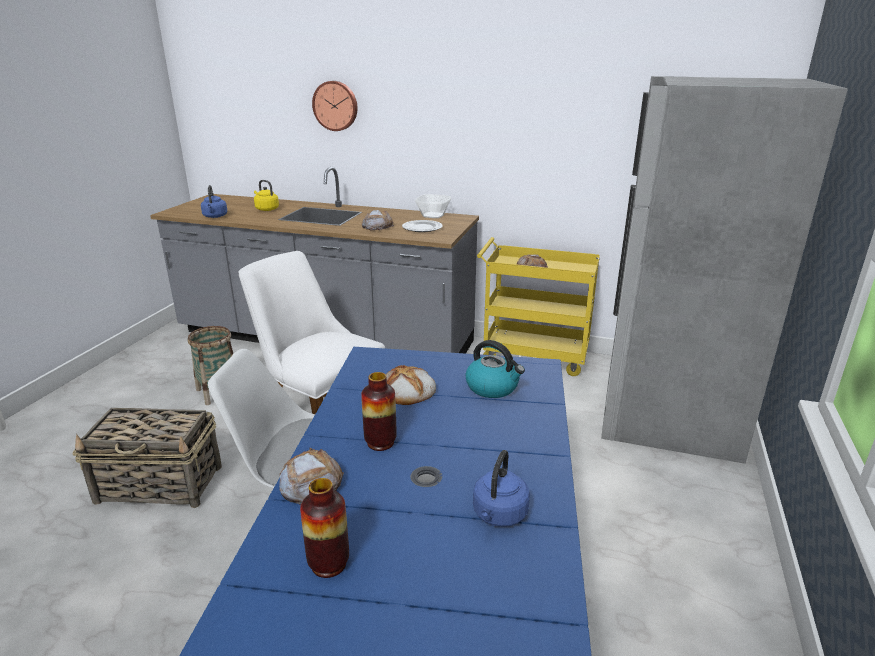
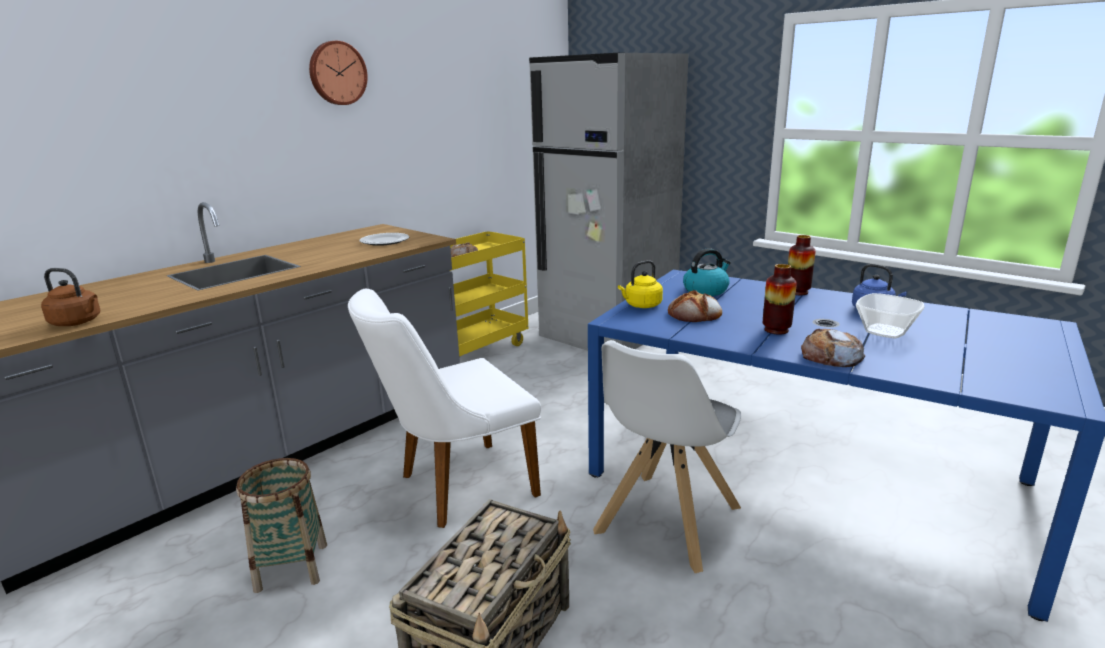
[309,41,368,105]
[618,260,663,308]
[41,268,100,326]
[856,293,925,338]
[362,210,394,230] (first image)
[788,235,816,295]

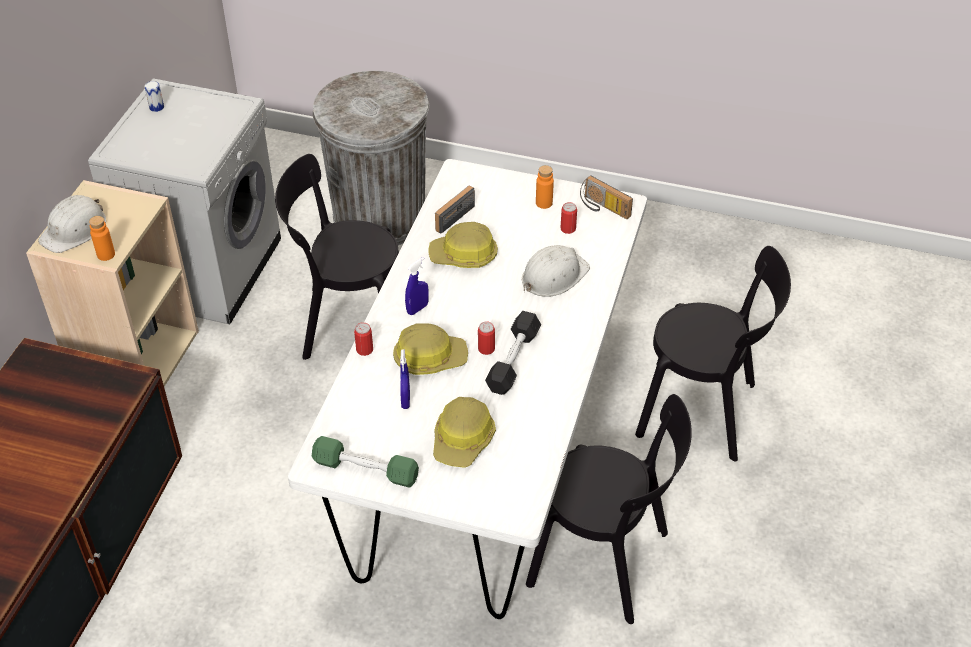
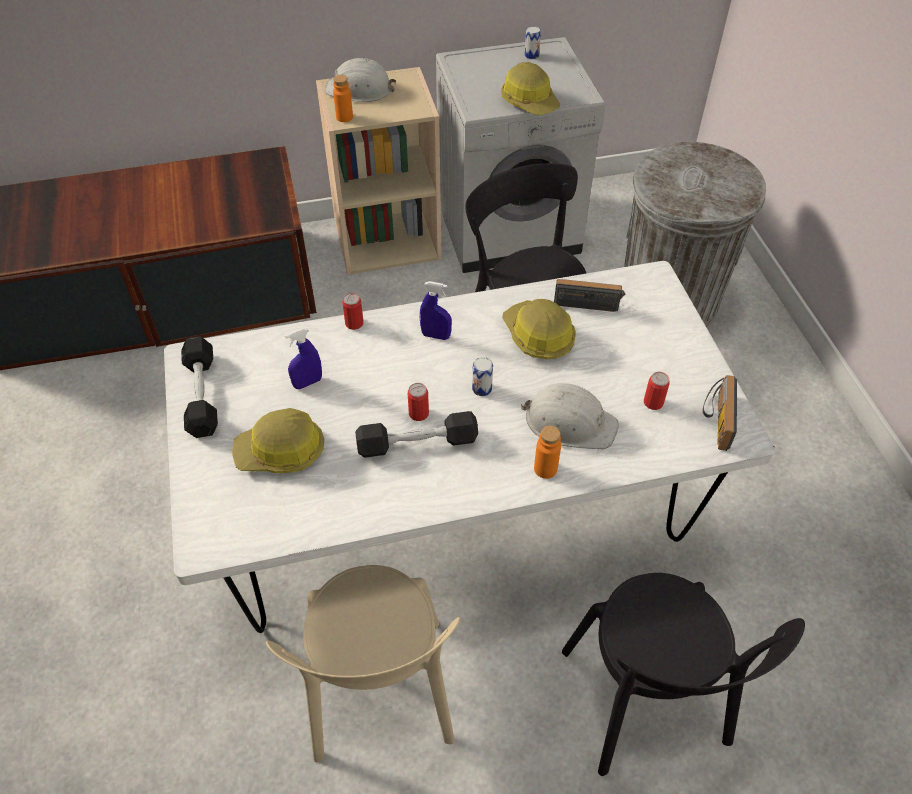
[534,425,561,479]
[501,62,560,115]
[266,565,460,762]
[181,336,218,438]
[472,357,493,396]

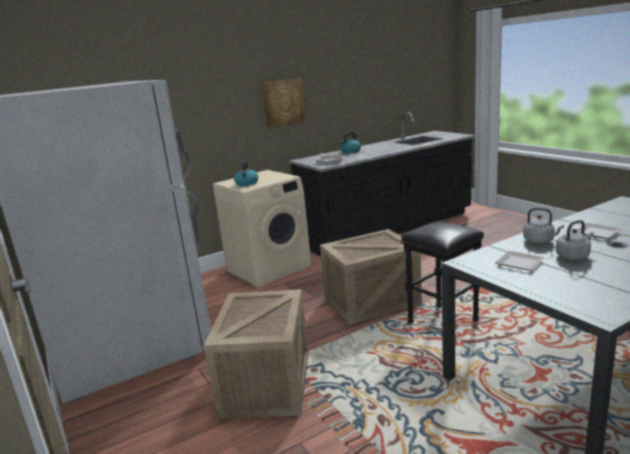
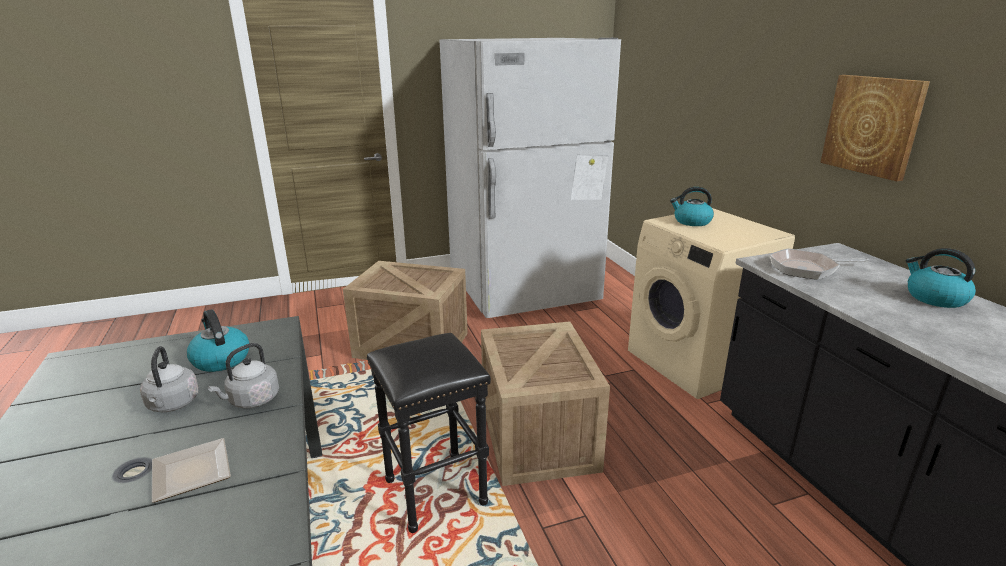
[187,309,249,372]

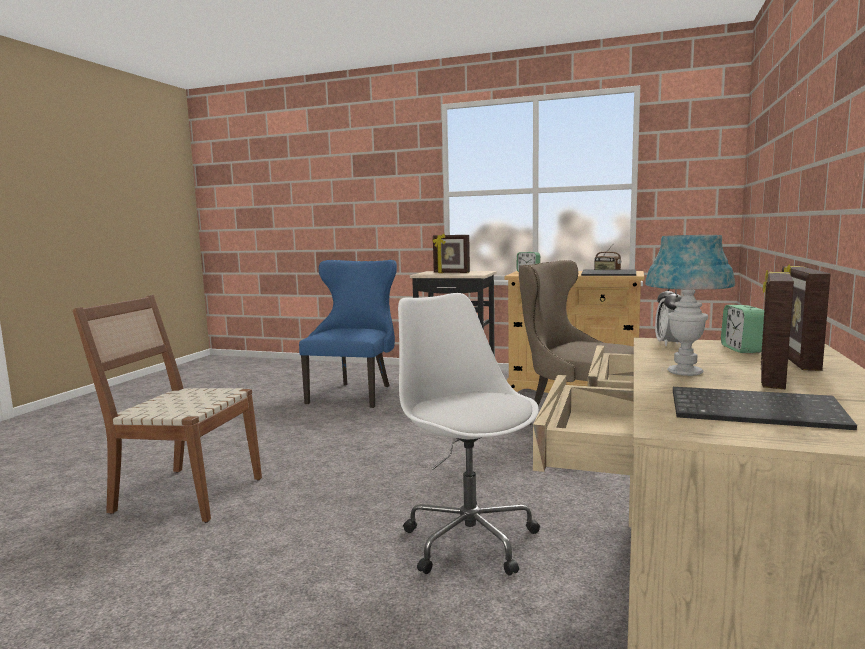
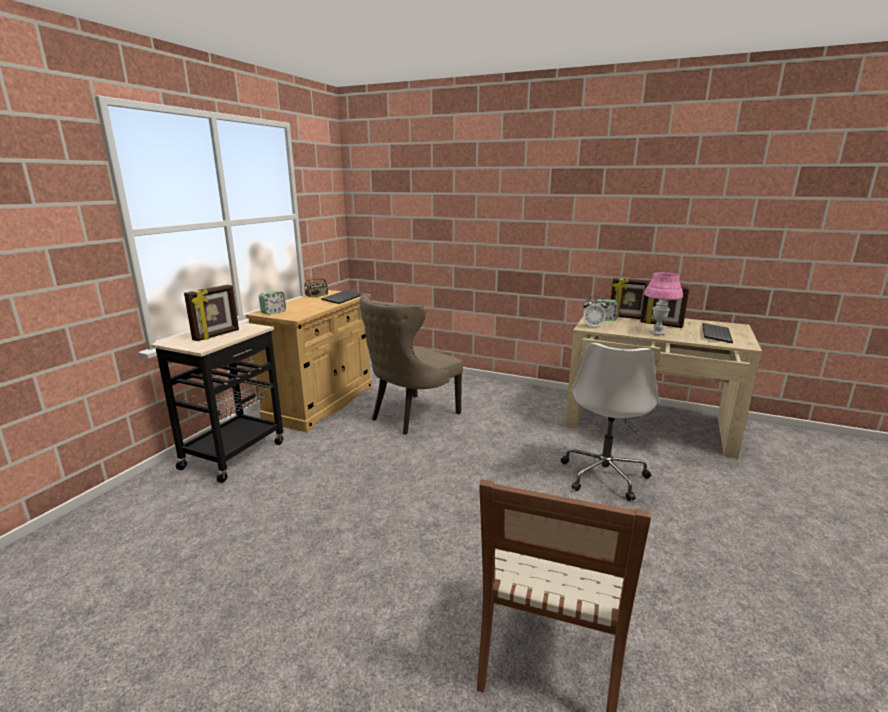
[644,272,683,335]
[299,260,397,408] (first image)
[561,343,660,501]

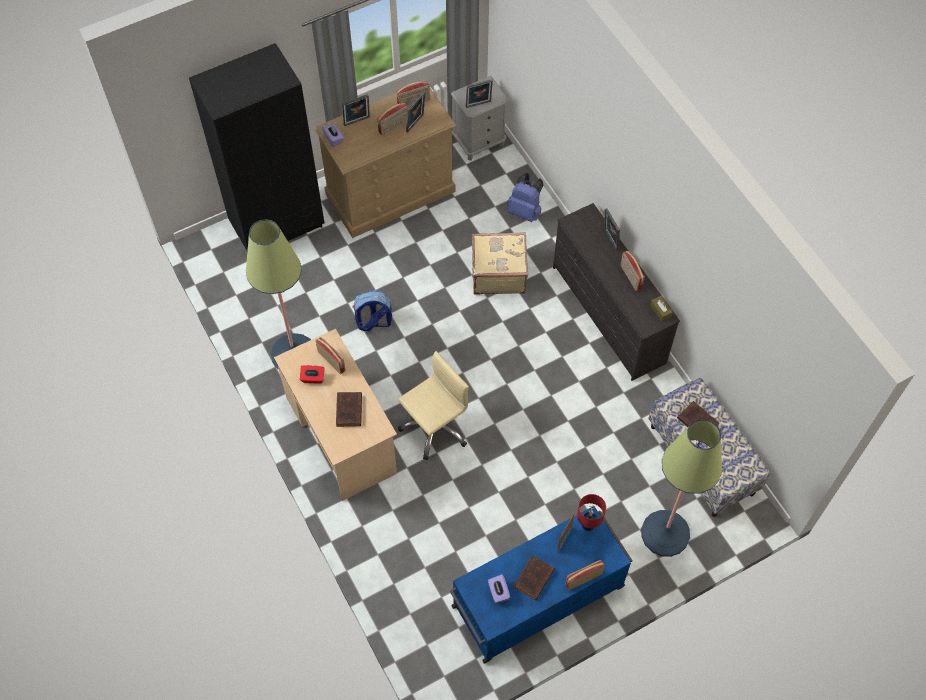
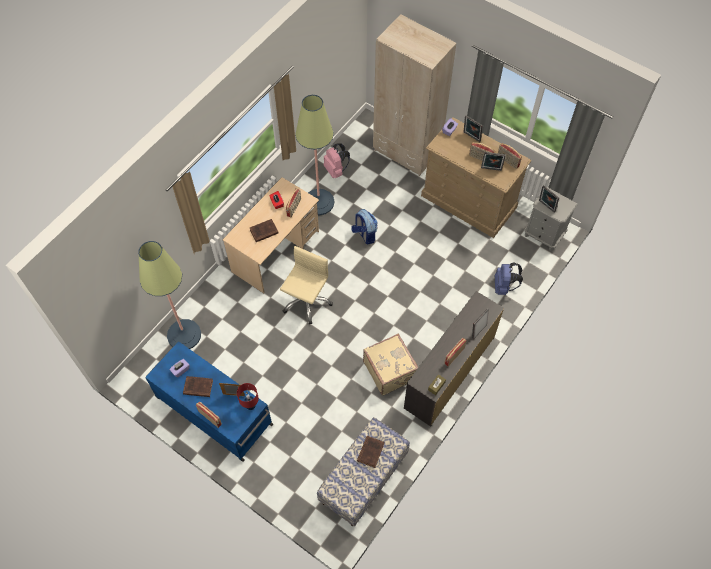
[373,14,456,176]
[363,333,418,395]
[280,246,333,324]
[138,241,201,349]
[324,143,350,178]

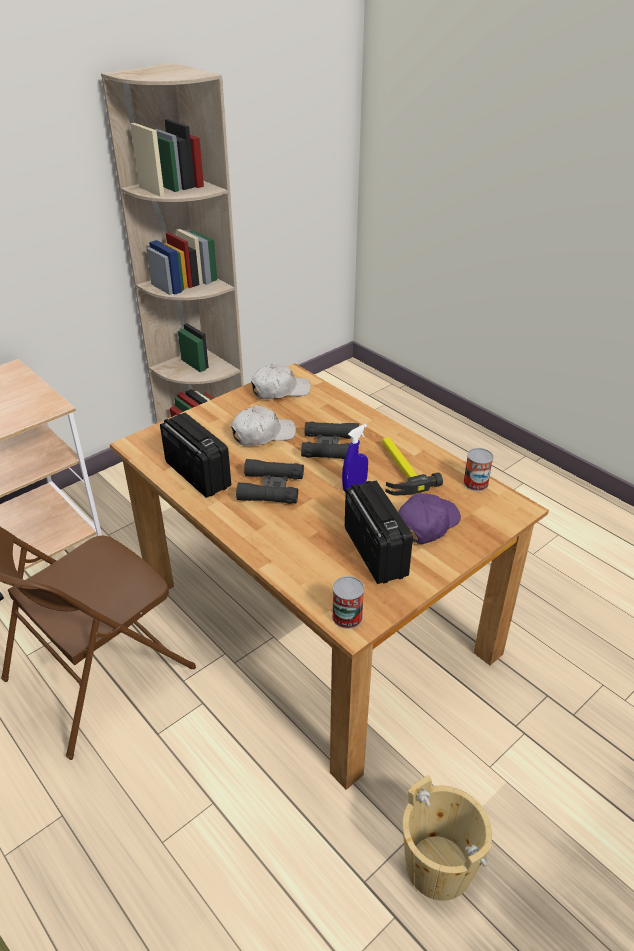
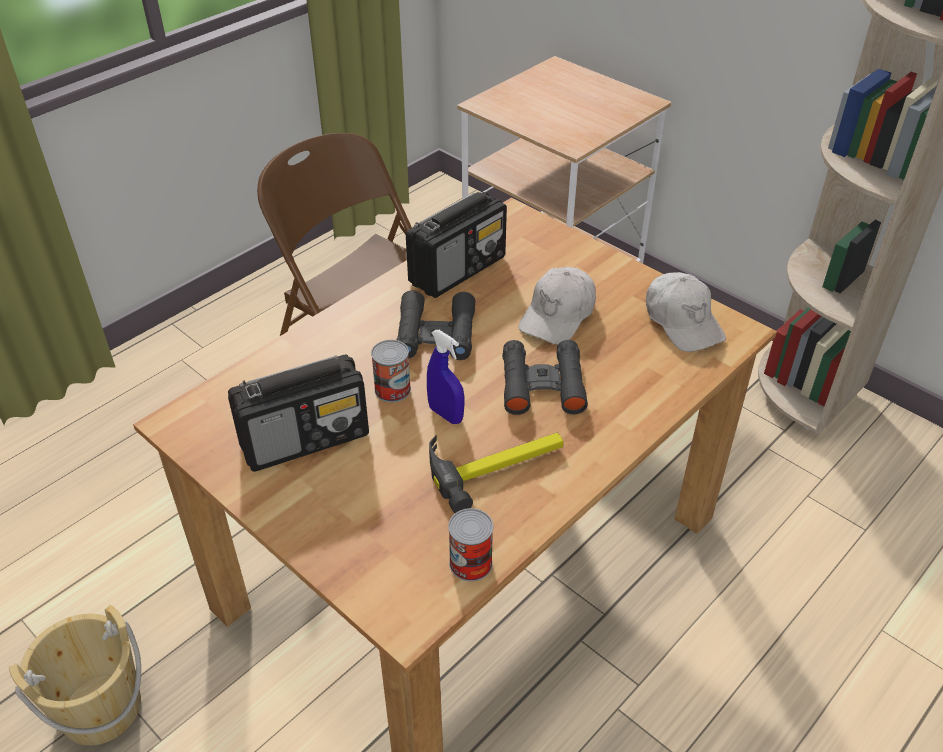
[518,267,596,345]
[398,493,461,544] (first image)
[371,340,411,402]

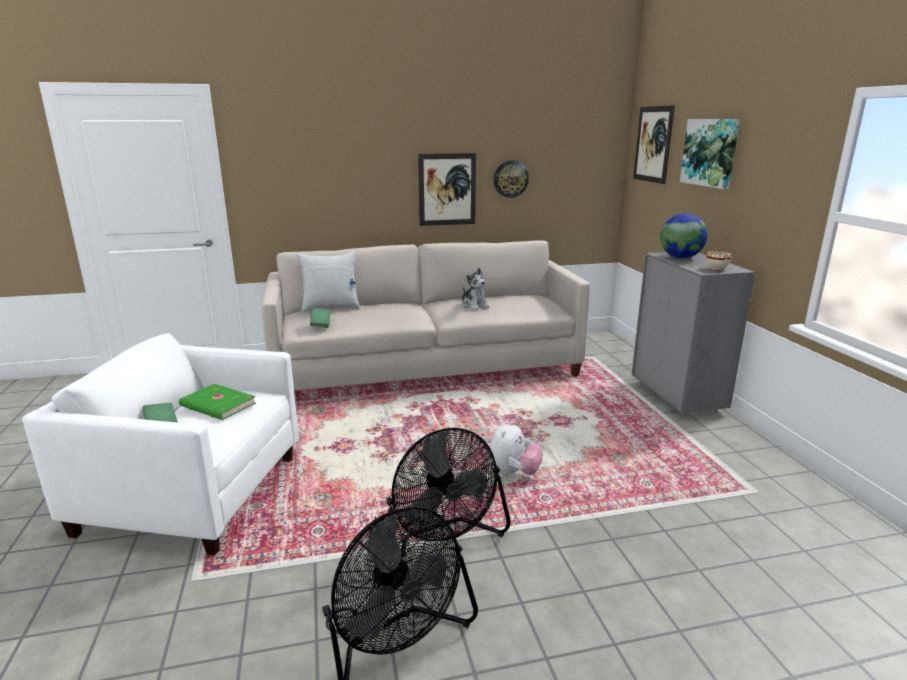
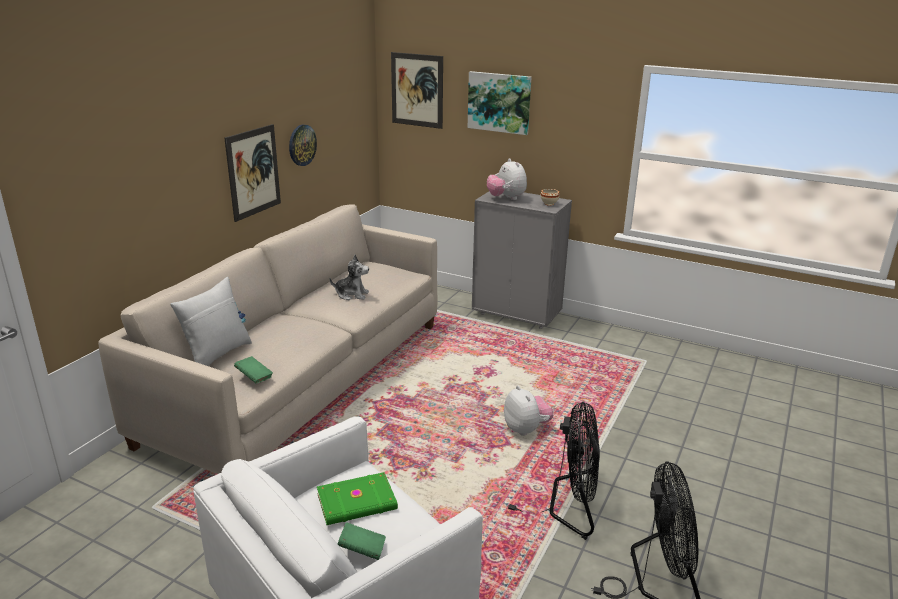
[487,158,527,200]

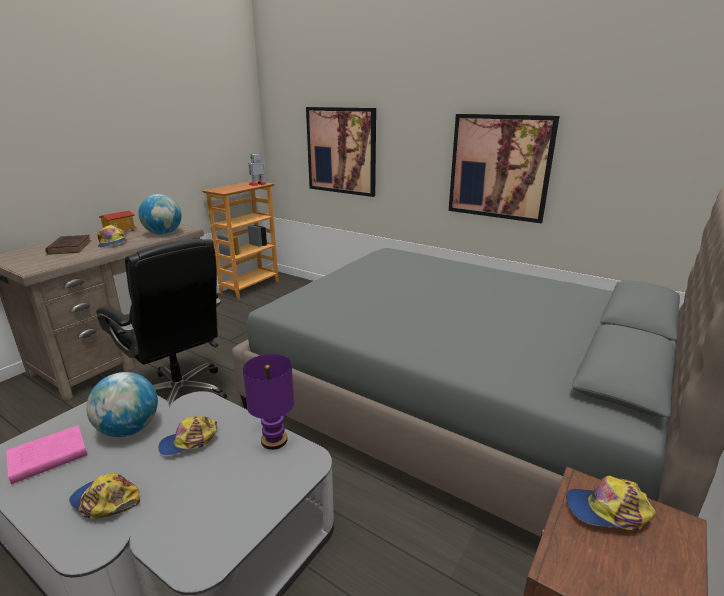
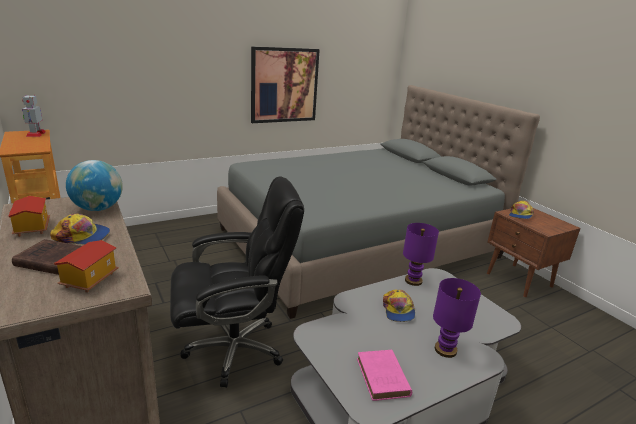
[306,107,376,197] (first image)
[86,372,158,437] (first image)
[433,278,481,358]
[54,240,118,293]

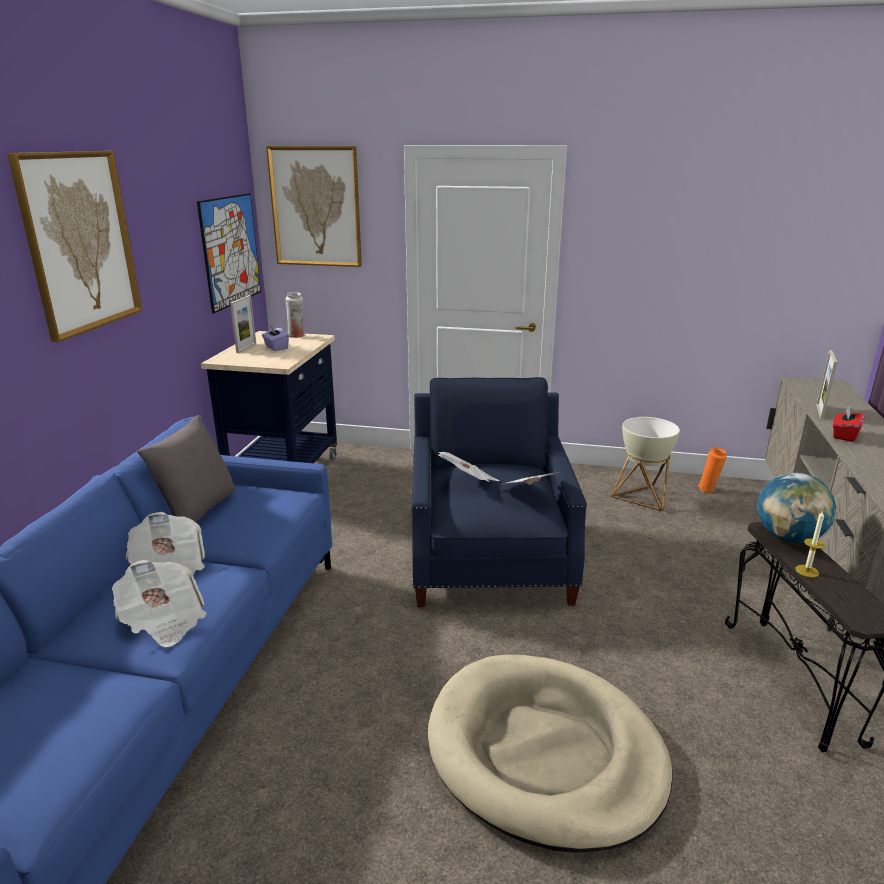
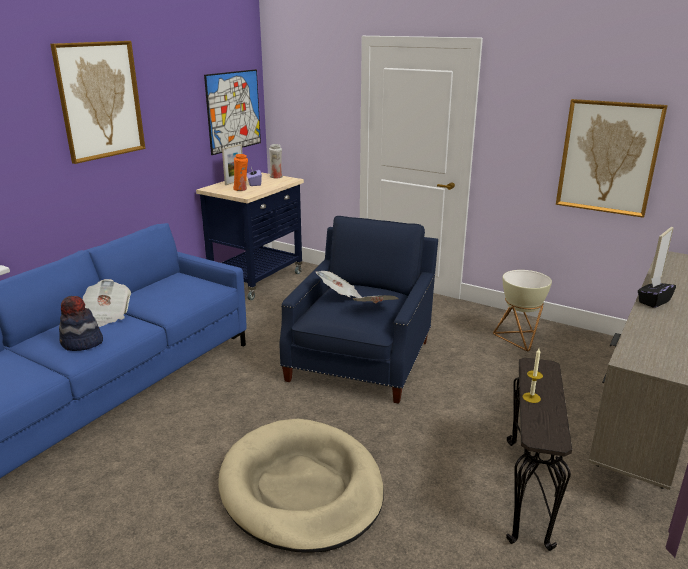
[556,99,668,218]
[638,276,676,308]
[137,415,236,522] (first image)
[233,154,248,191]
[757,473,836,543] (first image)
[59,296,103,351]

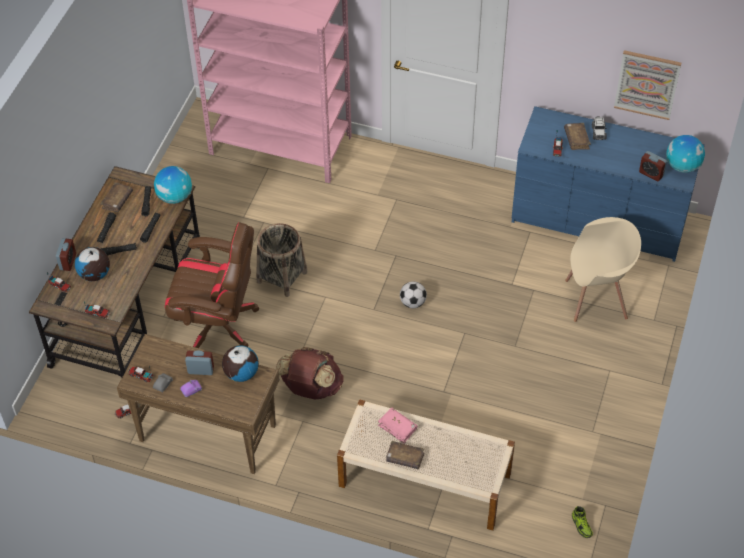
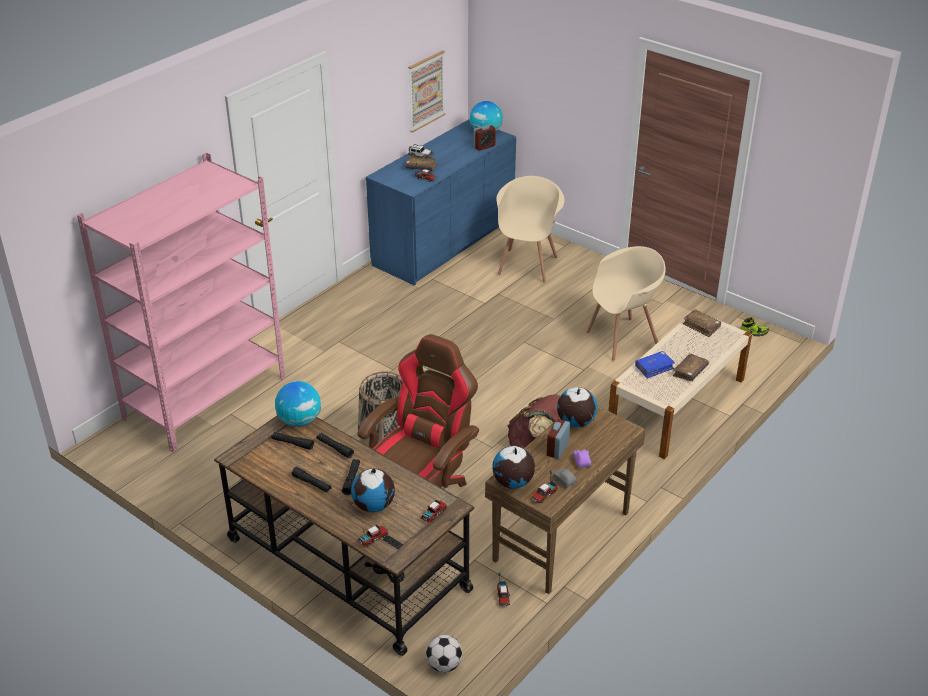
[683,309,721,337]
[56,238,76,271] (first image)
[426,635,462,672]
[635,351,675,379]
[586,246,666,361]
[492,446,535,489]

